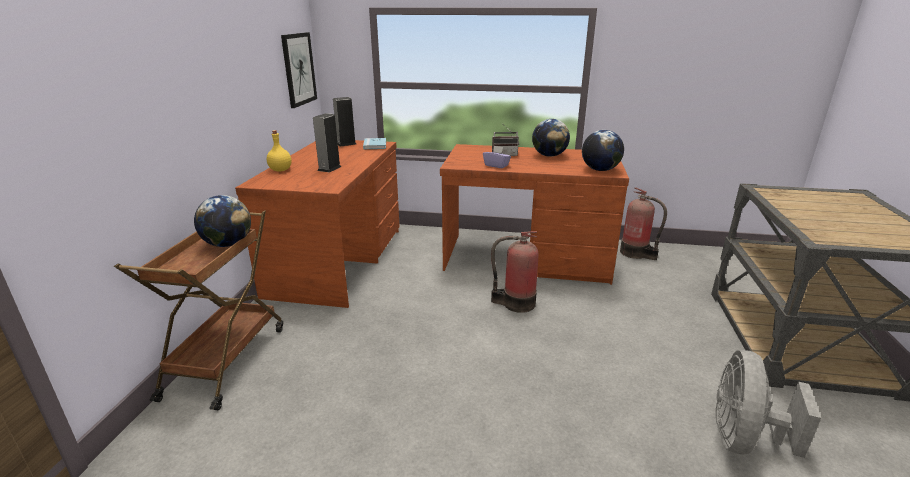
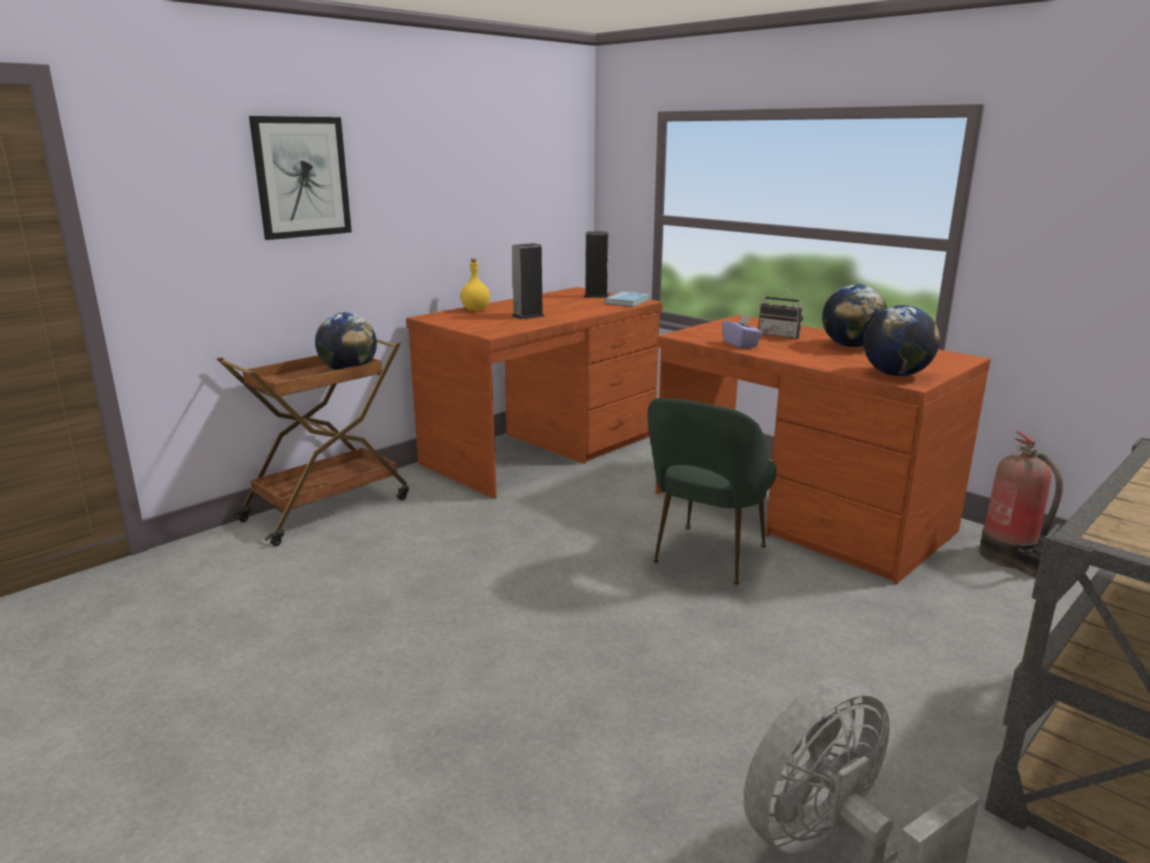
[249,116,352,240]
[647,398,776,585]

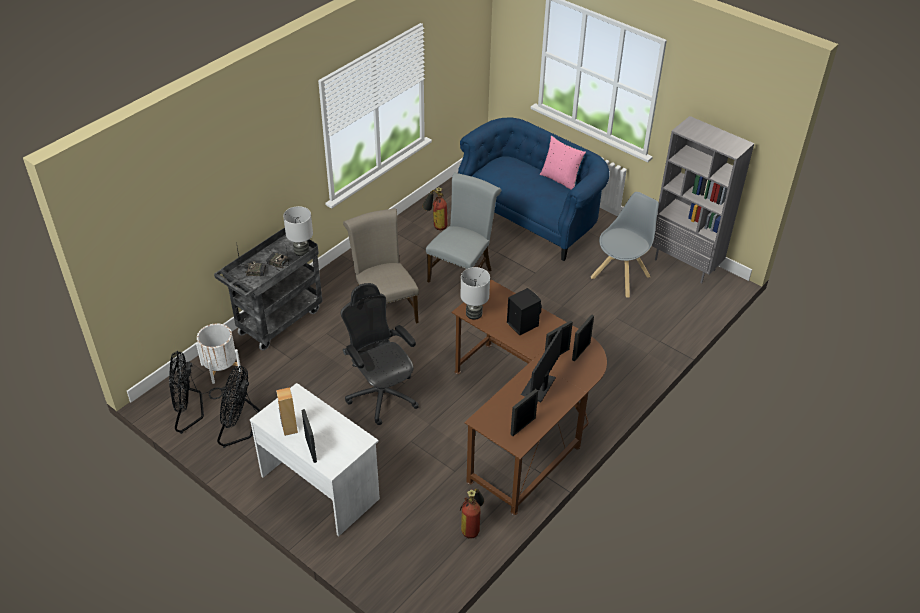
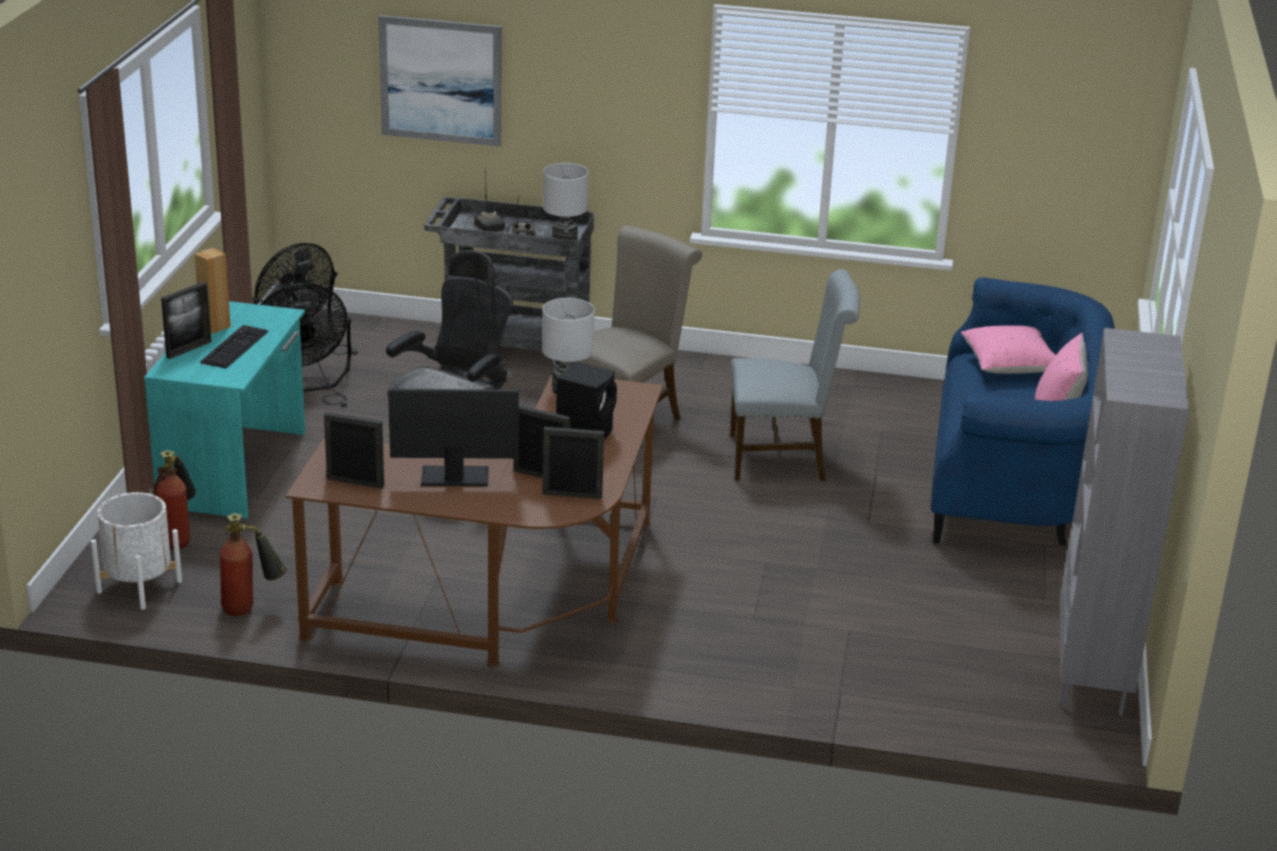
[153,450,196,550]
[591,192,659,298] (first image)
[91,492,182,610]
[144,301,305,519]
[378,15,501,147]
[200,325,268,368]
[961,325,1056,374]

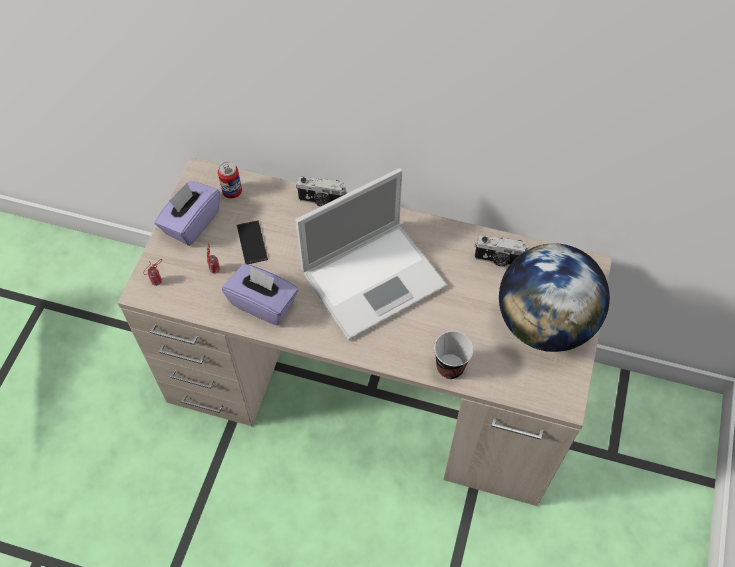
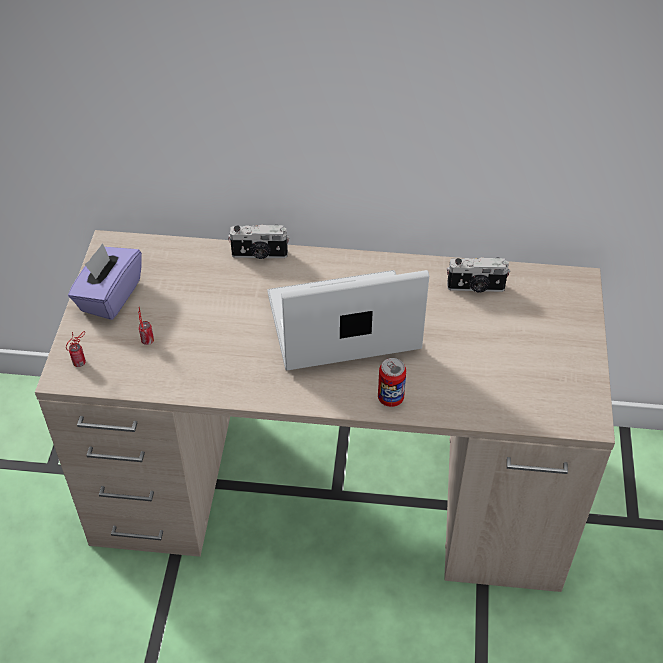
[378,358,406,407]
[267,270,429,370]
[237,220,268,264] (first image)
[499,243,610,352] (first image)
[222,264,298,325] (first image)
[434,331,474,379] (first image)

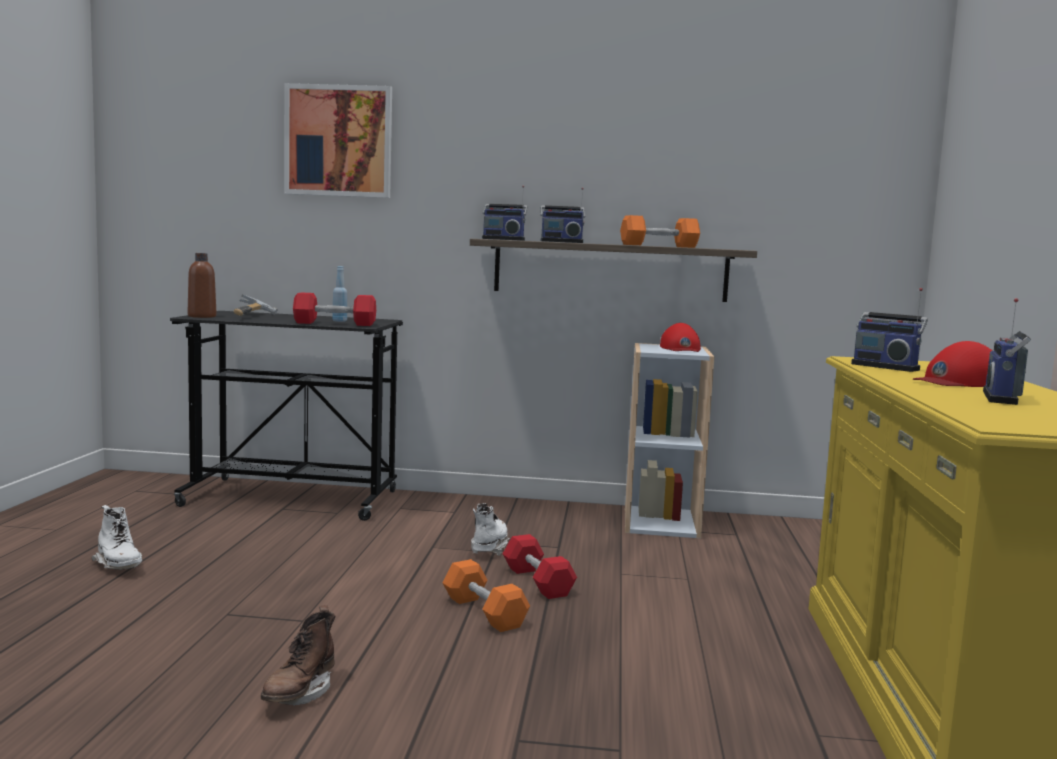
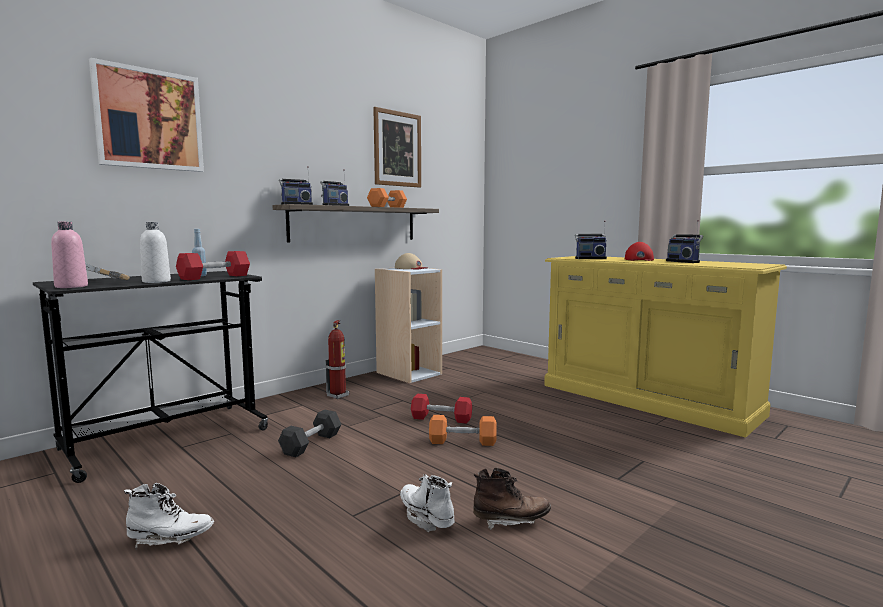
[51,222,88,288]
[395,253,427,270]
[400,474,455,532]
[473,467,551,530]
[373,107,421,187]
[140,222,171,283]
[325,320,349,399]
[278,410,342,457]

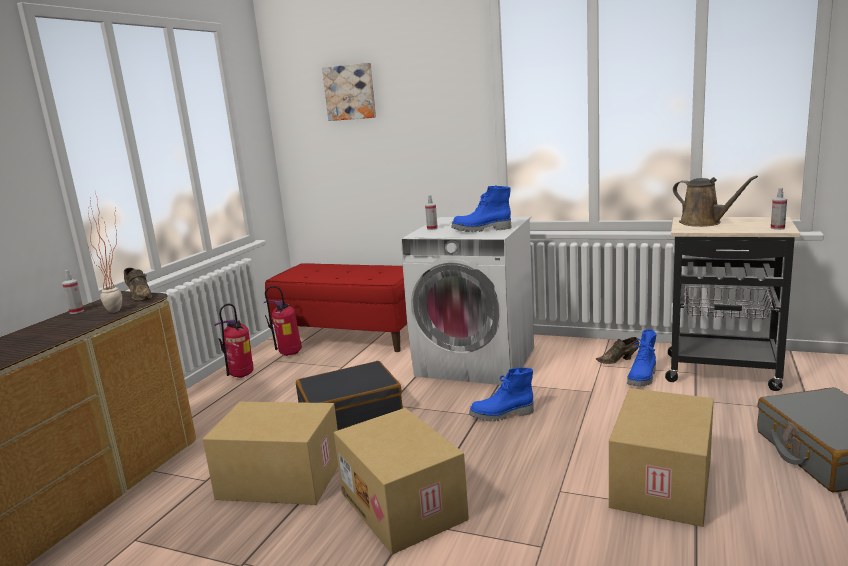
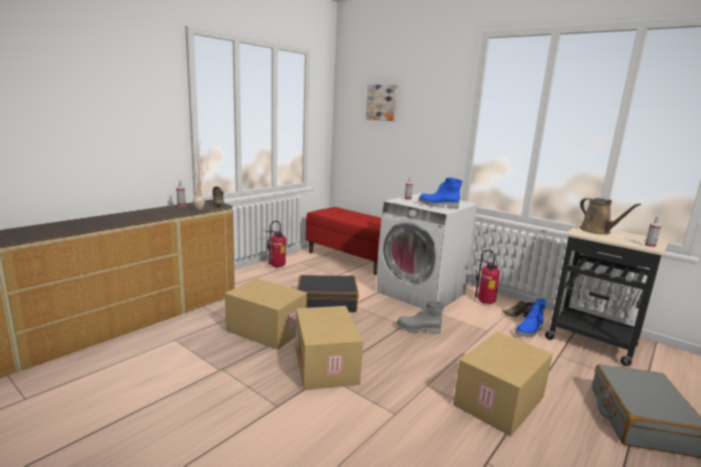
[475,250,500,304]
[396,301,445,334]

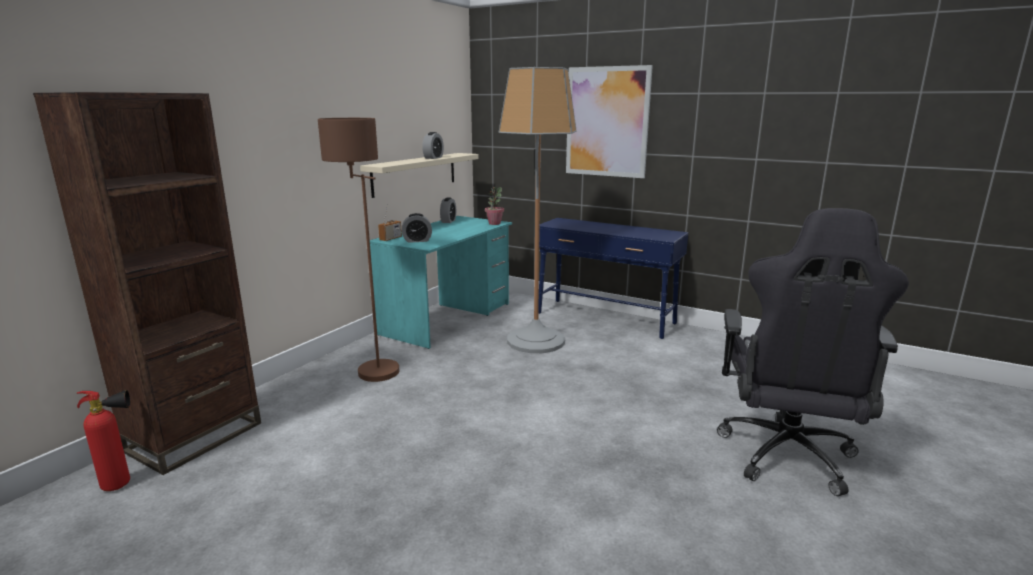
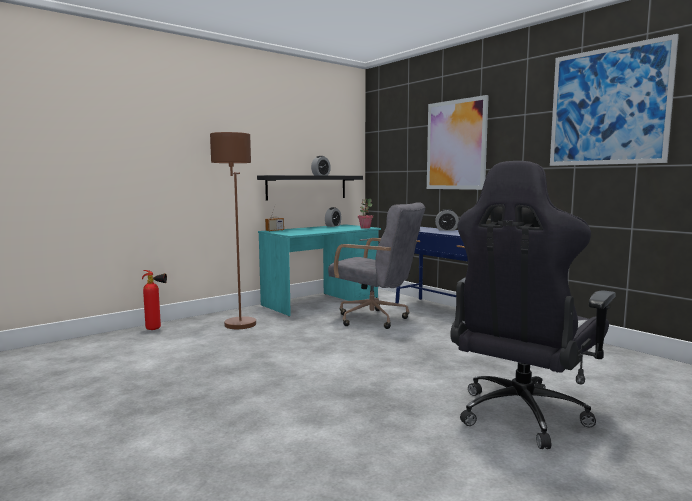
[328,202,425,329]
[33,92,261,475] (first image)
[257,175,363,200]
[435,209,459,231]
[142,270,167,330]
[550,34,679,166]

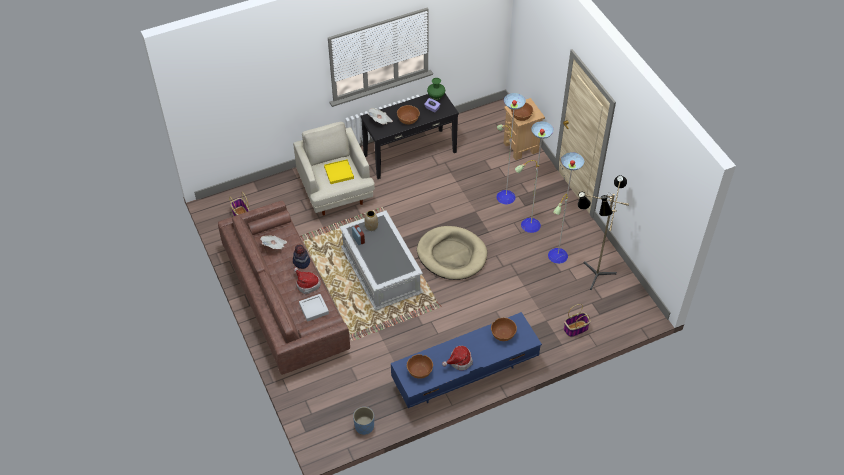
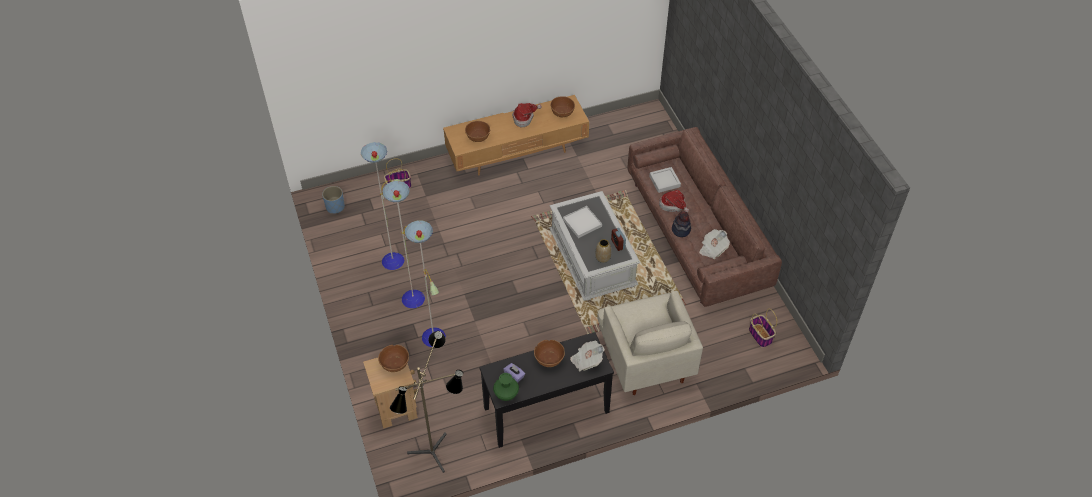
[324,159,354,184] (first image)
[390,331,463,473]
[417,226,487,280] (first image)
[443,95,589,176]
[322,186,345,214]
[563,206,602,238]

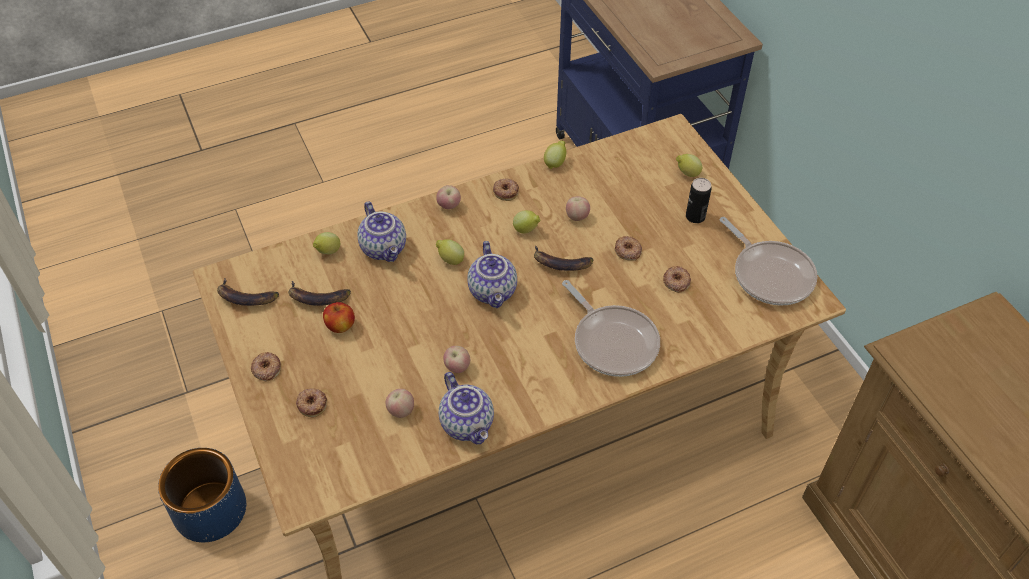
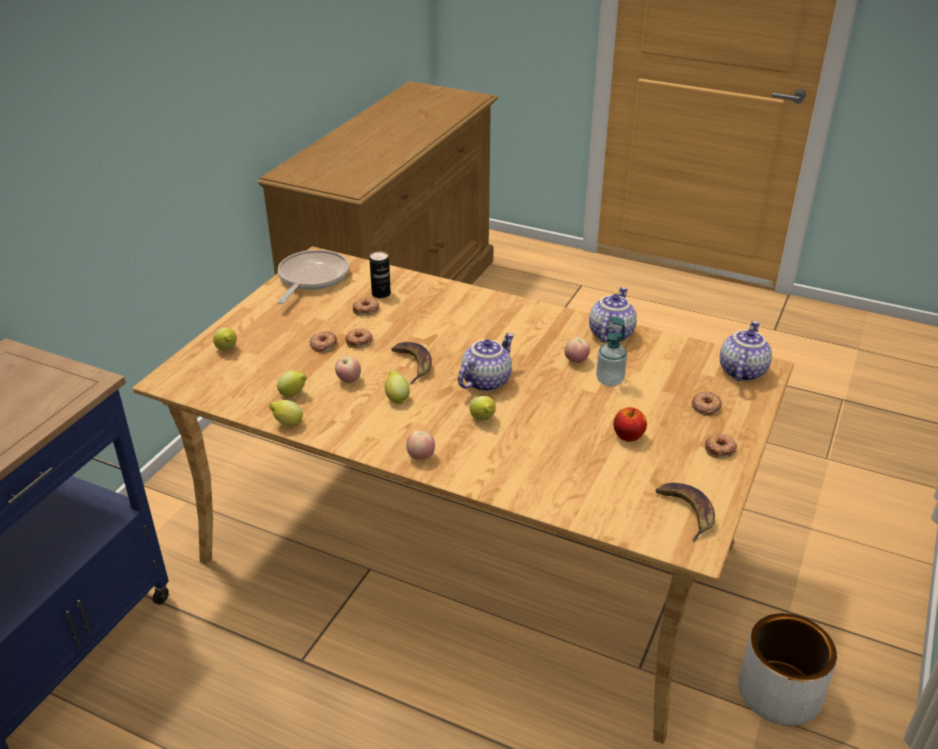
[370,252,391,298]
[310,331,337,352]
[720,321,772,381]
[277,371,307,397]
[562,280,660,377] (first image)
[289,281,351,306] (first image)
[386,389,414,418] (first image)
[738,613,837,726]
[596,316,627,387]

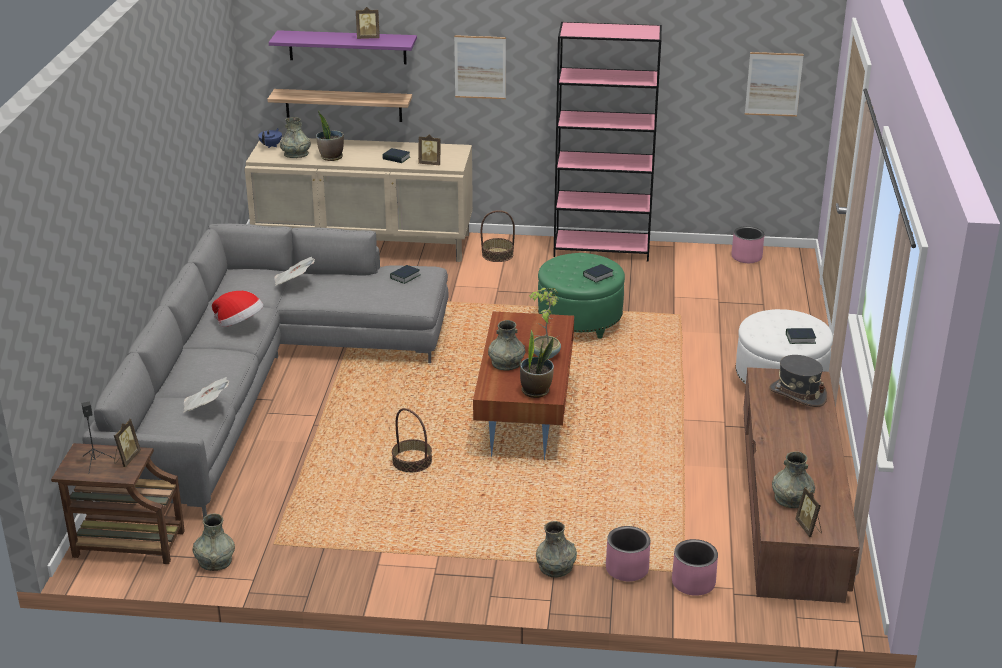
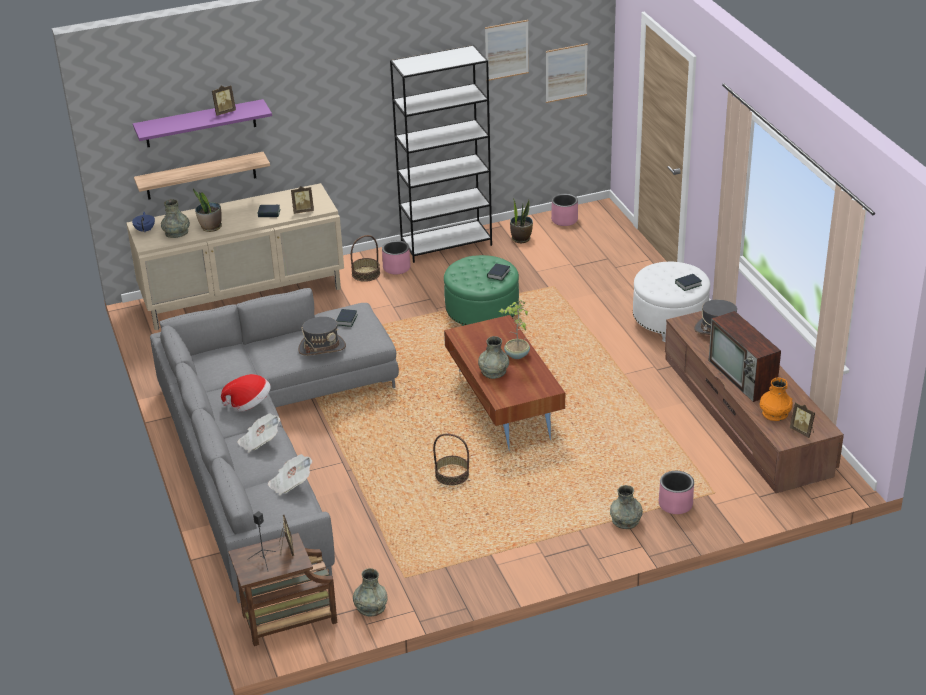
[390,45,492,263]
[485,20,529,81]
[237,413,280,453]
[510,200,533,243]
[760,378,793,421]
[382,240,410,275]
[708,311,781,402]
[298,317,346,356]

